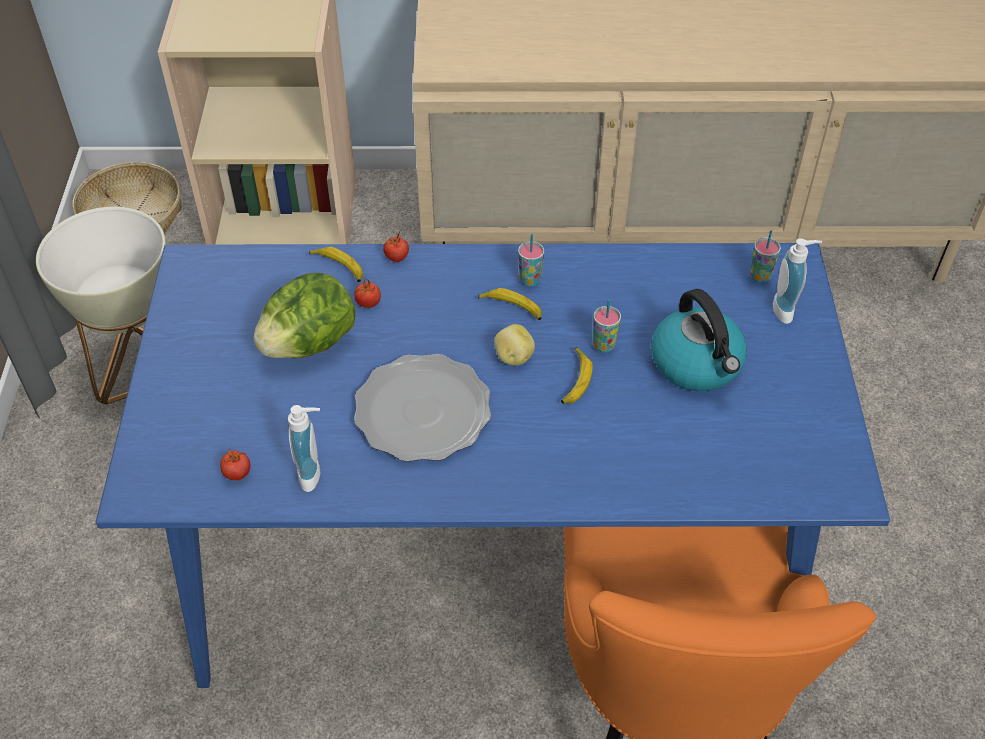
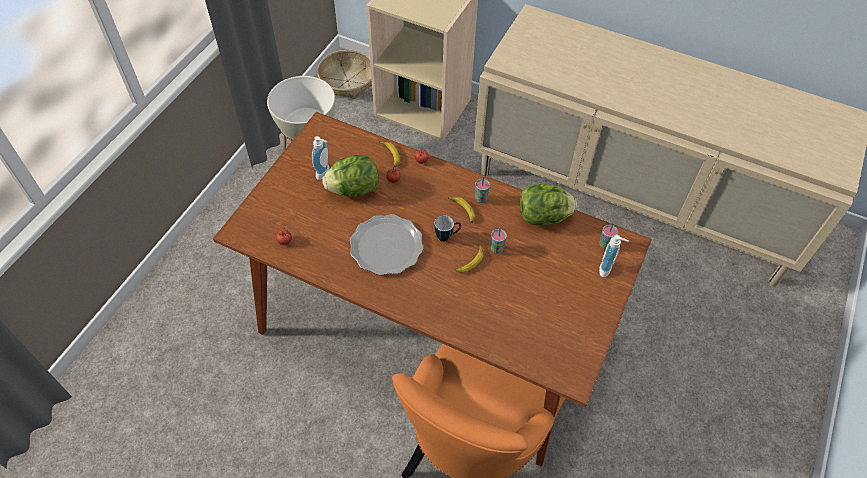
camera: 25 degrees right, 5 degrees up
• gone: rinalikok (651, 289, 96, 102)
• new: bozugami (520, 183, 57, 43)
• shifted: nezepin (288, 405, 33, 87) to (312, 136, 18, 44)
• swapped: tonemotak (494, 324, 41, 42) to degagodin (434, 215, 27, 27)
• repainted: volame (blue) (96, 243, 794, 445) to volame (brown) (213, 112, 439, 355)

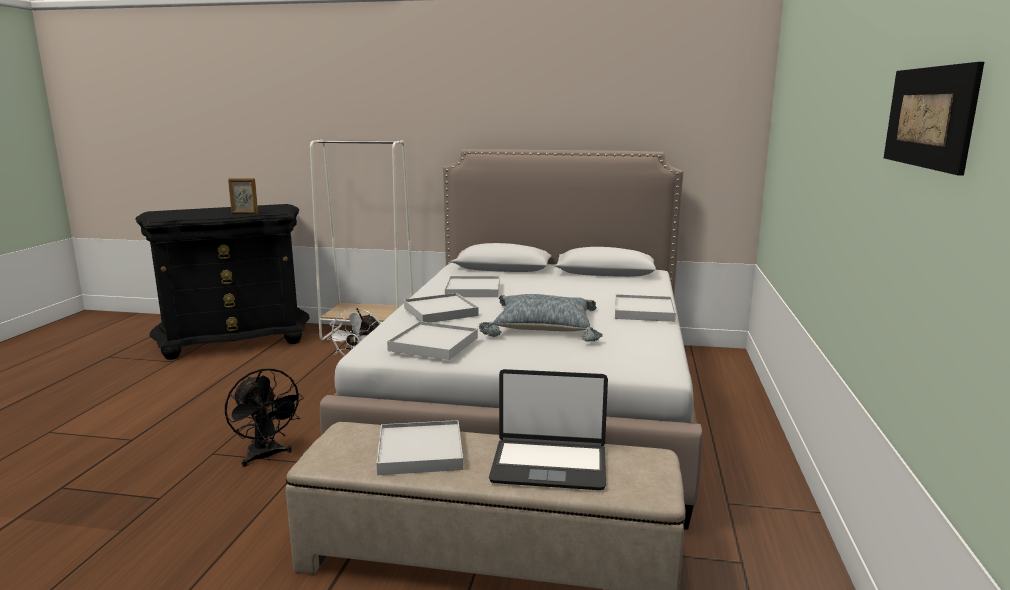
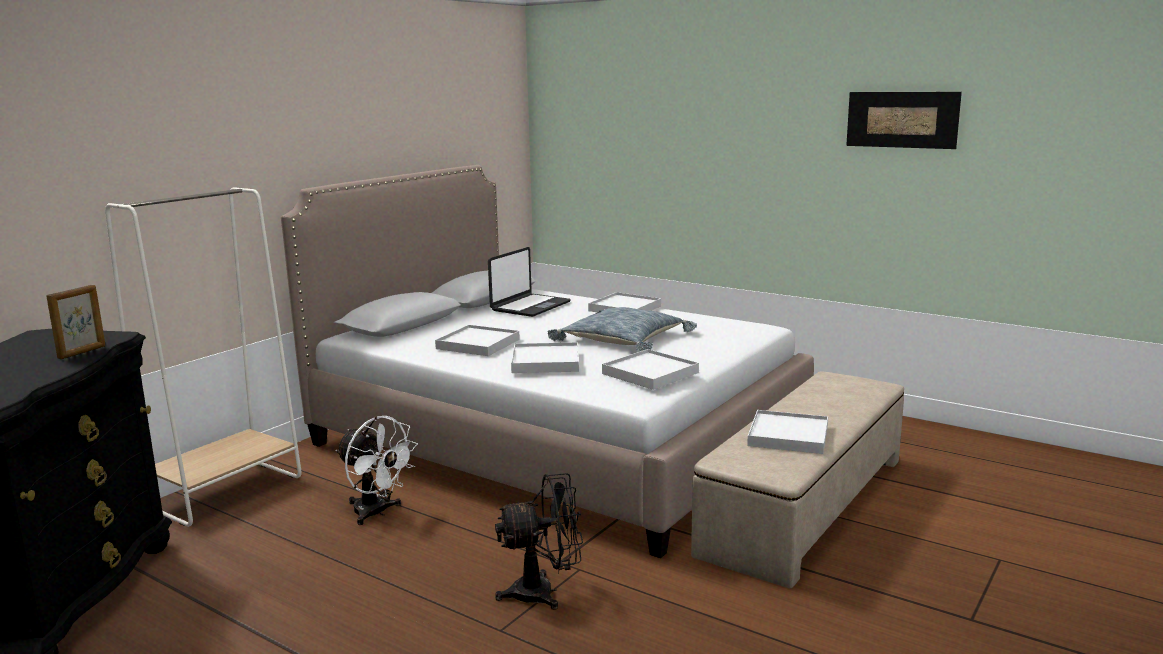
camera: 65 degrees left, 0 degrees up
• shifted: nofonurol (489, 369, 119, 121) to (488, 247, 83, 70)

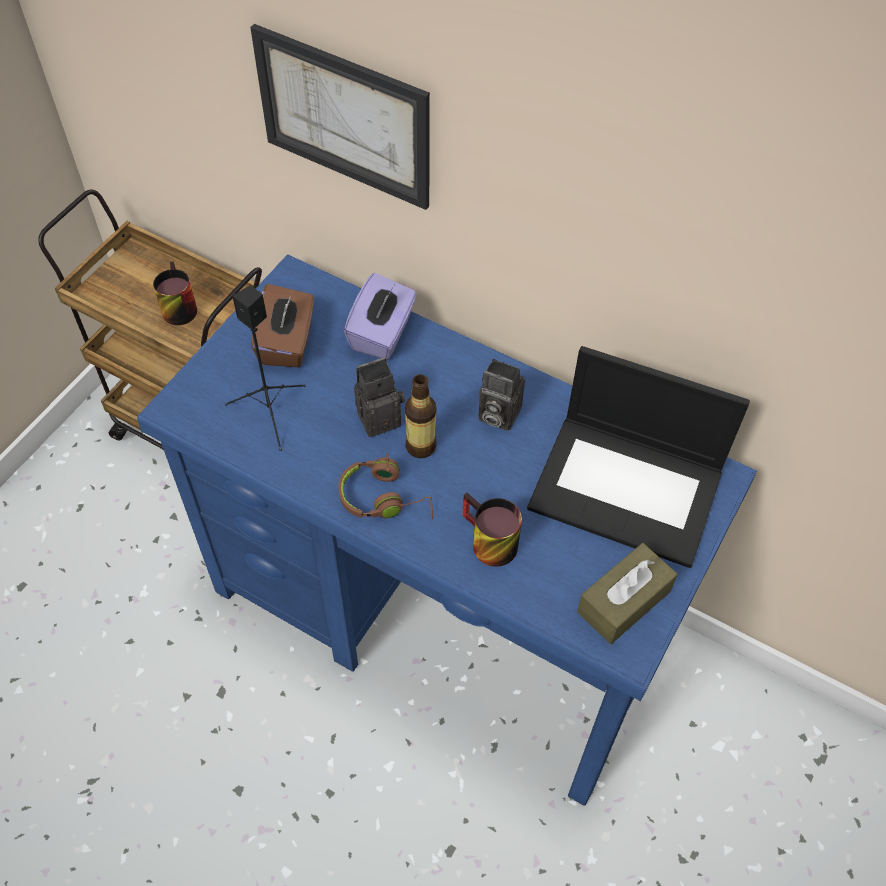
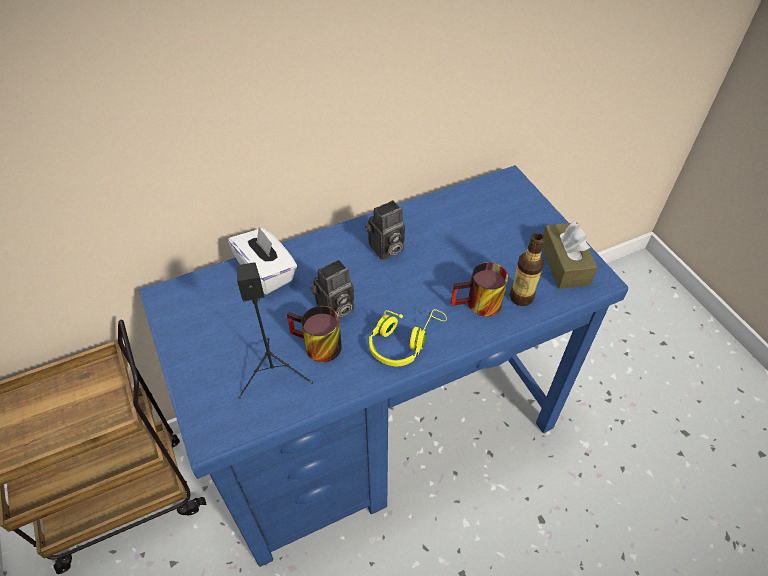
camera: 55 degrees left, 5 degrees down
• gone: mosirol (250, 24, 180, 186)
• gone: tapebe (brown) (251, 284, 63, 83)
• gone: nofonurol (527, 346, 223, 222)
• shifted: degagodin (153, 261, 44, 64) to (287, 306, 55, 56)
• shifted: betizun (405, 374, 32, 84) to (509, 233, 35, 73)
• repainted: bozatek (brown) (339, 453, 94, 66) to bozatek (yellow) (369, 309, 78, 57)
• repainted: tapebe (purple) (344, 273, 73, 87) to tapebe (white) (228, 226, 69, 69)
• rotated: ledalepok (354, 357, 51, 80) = (310, 259, 44, 59) 135 degrees counterclockwise

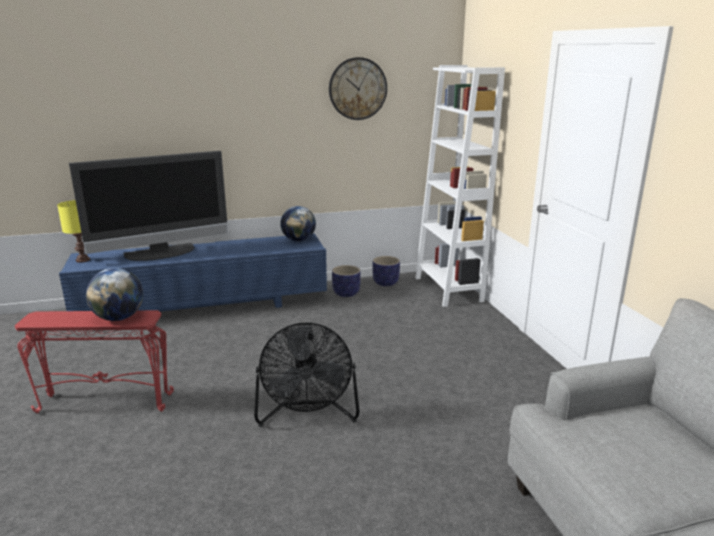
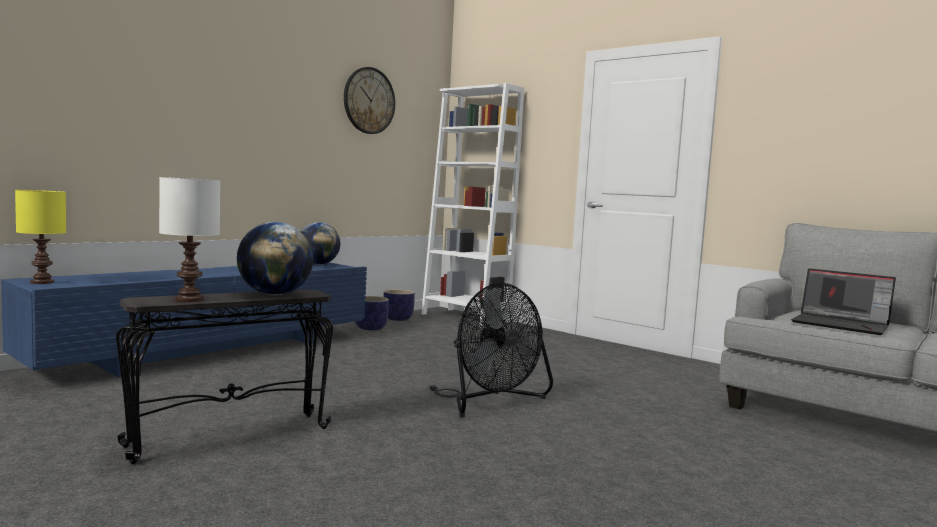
camera: 35 degrees left, 15 degrees down
• gone: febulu (69, 151, 159, 110)
• new: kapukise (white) (159, 177, 61, 125)
• new: nofonurol (791, 268, 105, 67)
• repainted: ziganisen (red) (15, 310, 159, 103) to ziganisen (black) (116, 289, 217, 175)

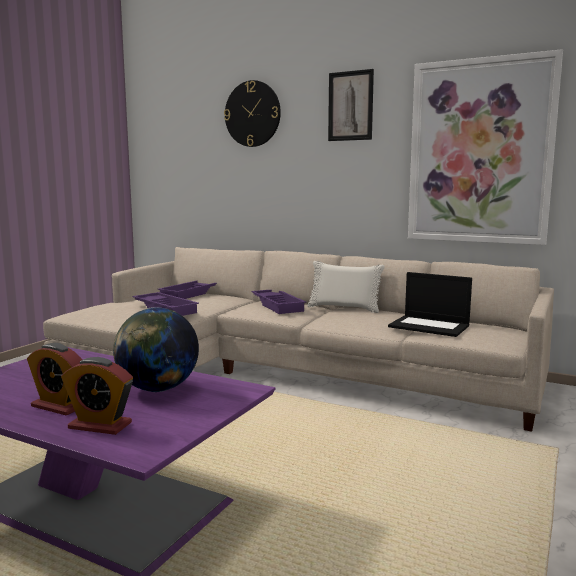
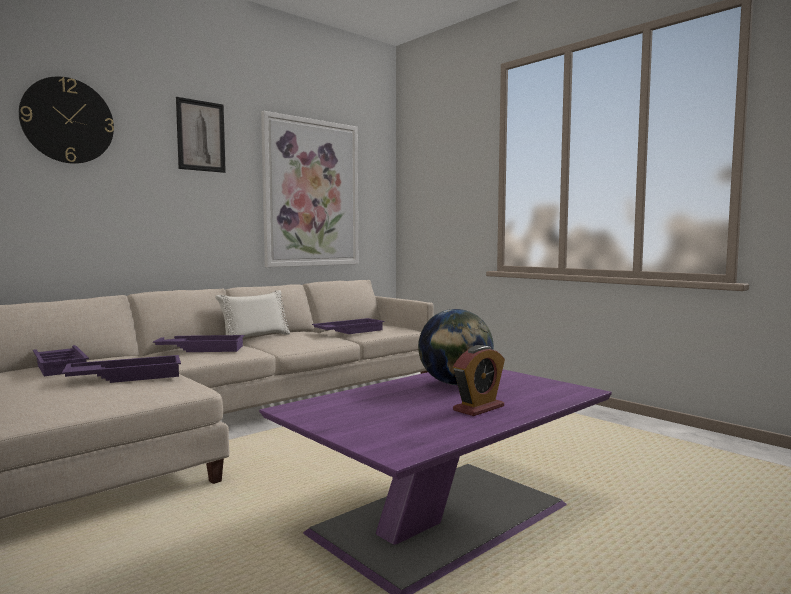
camera: 70 degrees left, 5 degrees down
• gone: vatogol (61, 357, 72, 78)
• swapped: nofonurol (388, 272, 84, 65) to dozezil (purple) (312, 318, 72, 16)

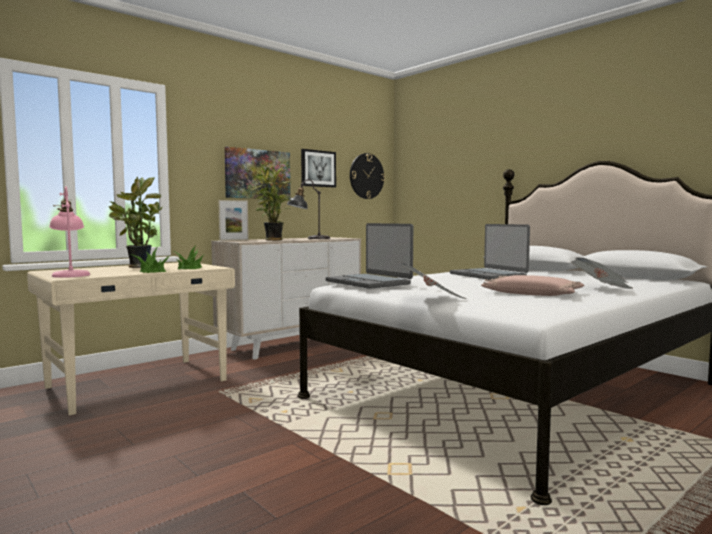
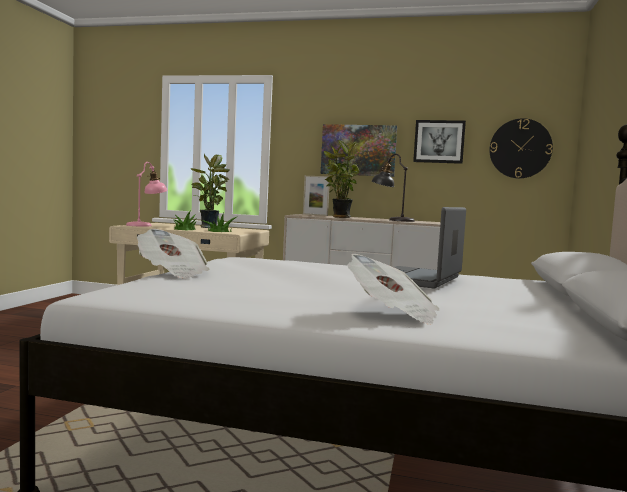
camera: 55 degrees right, 0 degrees up
• gone: nofonurol (326, 223, 87, 66)
• gone: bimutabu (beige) (481, 275, 103, 21)

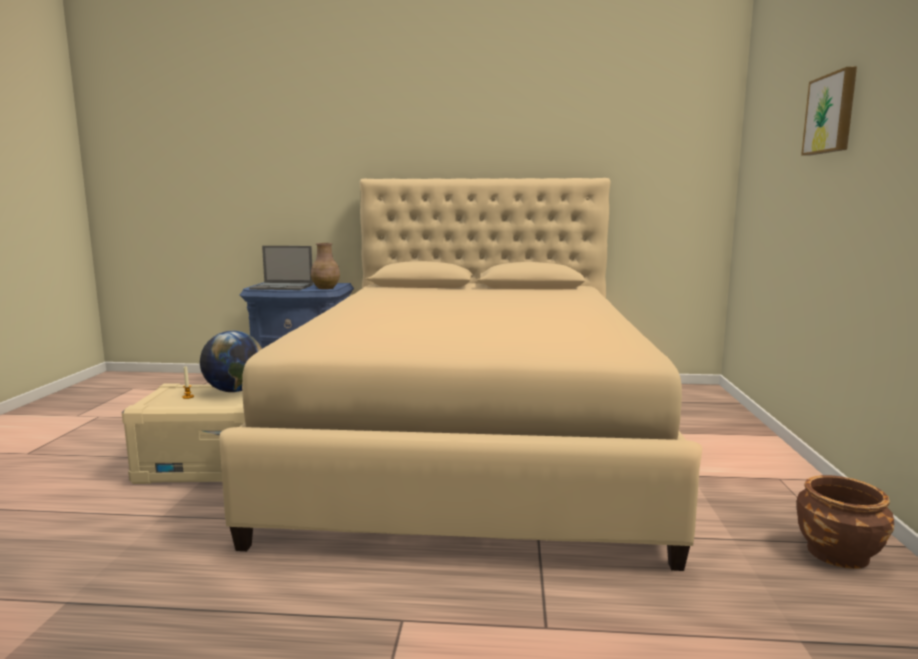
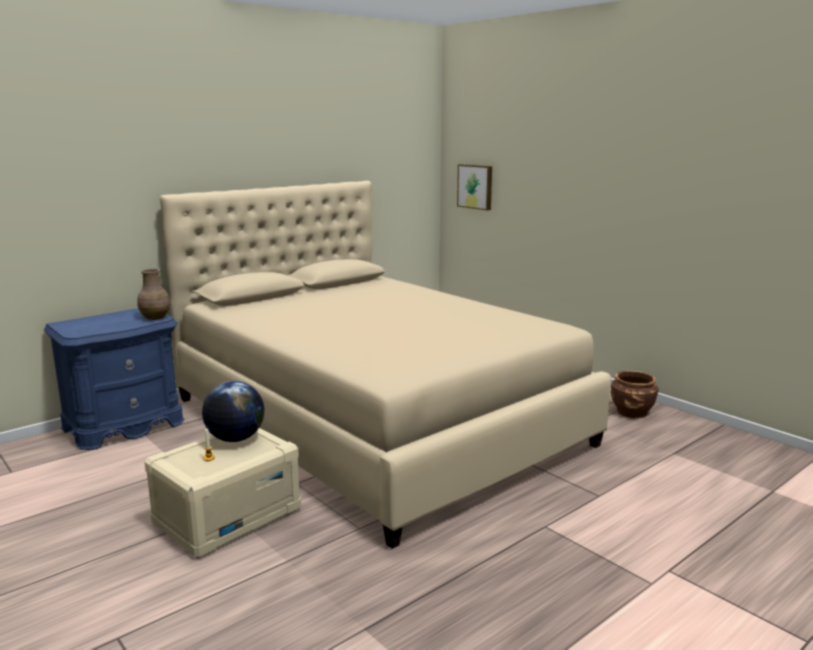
camera: 45 degrees left, 5 degrees up
• gone: nofonurol (249, 246, 64, 44)
• shifted: mosirol (801, 67, 56, 89) to (457, 164, 35, 46)

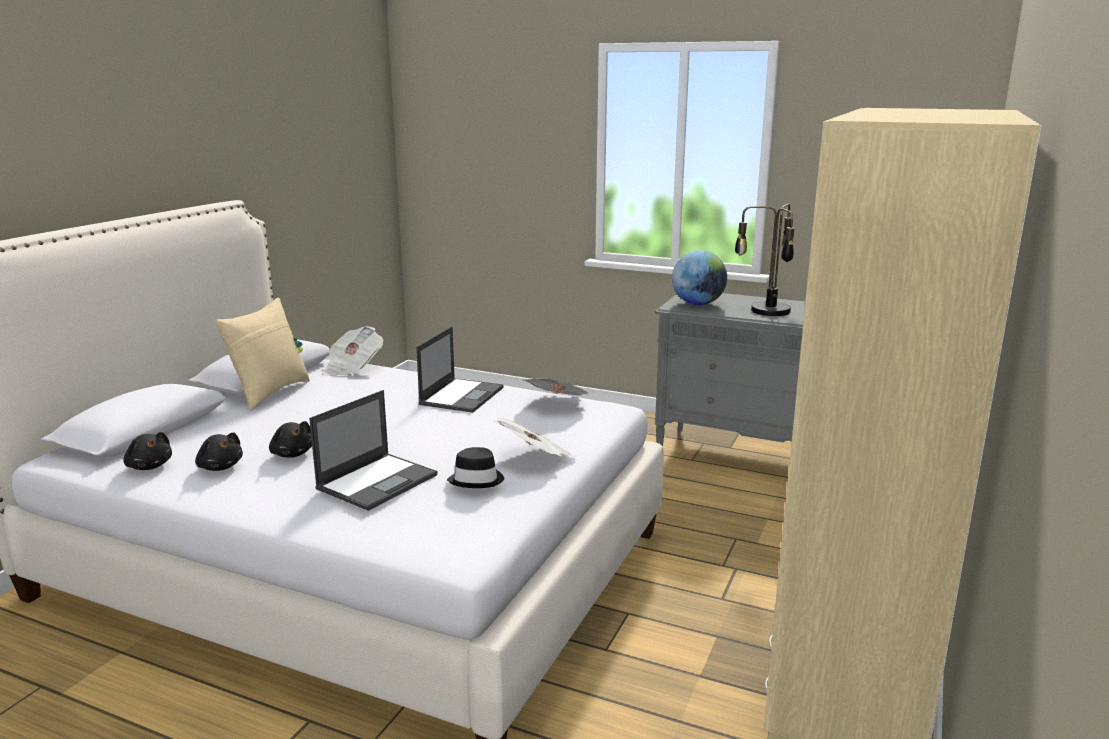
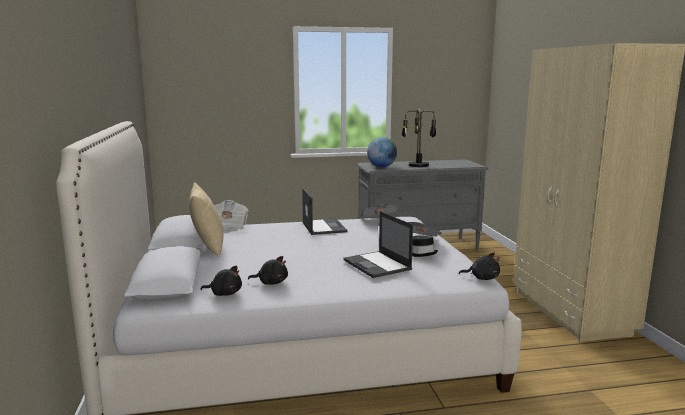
camera: 35 degrees left, 5 degrees down
• shifted: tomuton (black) (269, 421, 43, 37) to (459, 253, 41, 27)
• rotated: nofonurol (309, 390, 129, 121) = (344, 211, 69, 67) 150 degrees clockwise

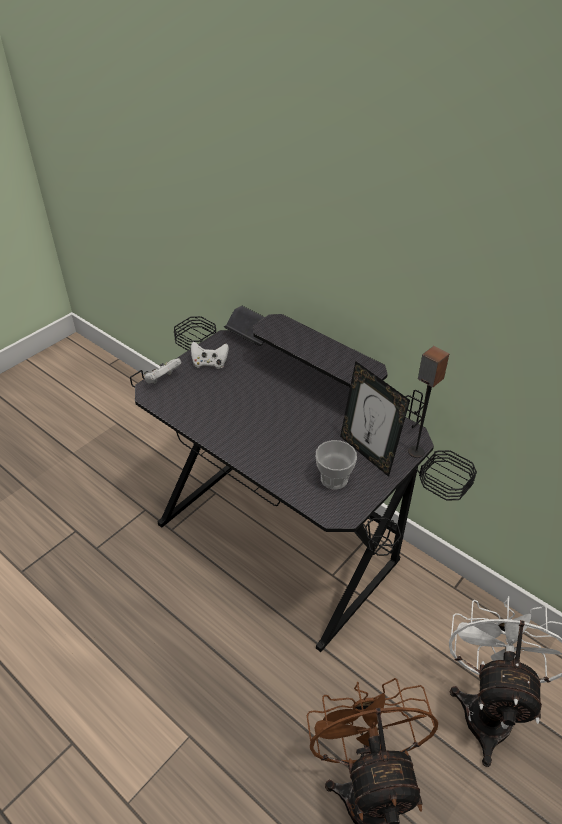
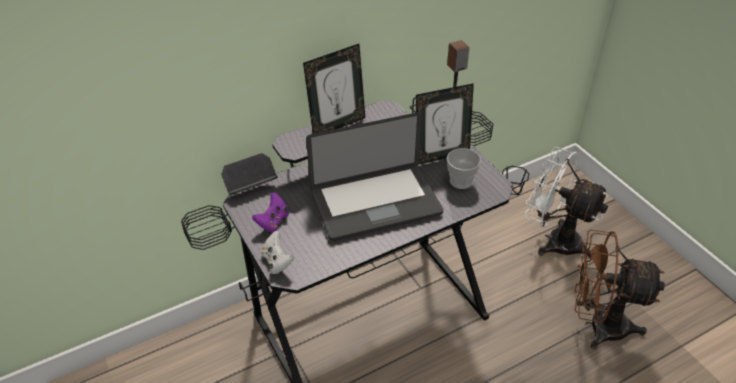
camera: 70 degrees left, 0 degrees up
• new: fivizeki (303, 44, 62, 90)
• new: nofonurol (306, 112, 137, 129)
• repainted: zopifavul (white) (191, 341, 38, 28) to zopifavul (purple) (252, 192, 37, 41)

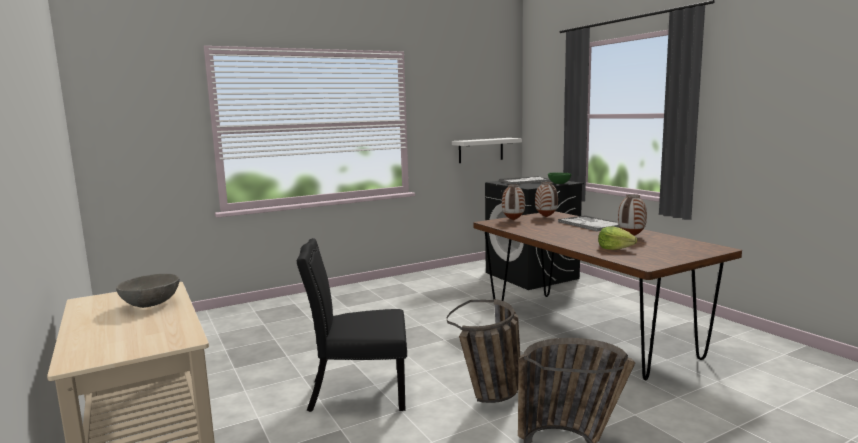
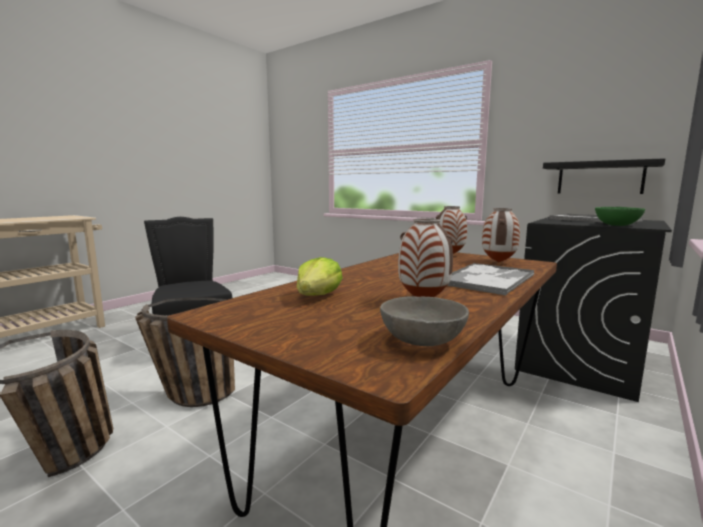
camera: 65 degrees right, 0 degrees up
• shifted: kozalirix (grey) (116, 274, 64, 34) to (380, 297, 89, 49)
• repainted: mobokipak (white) (452, 138, 70, 25) to mobokipak (black) (543, 158, 122, 36)

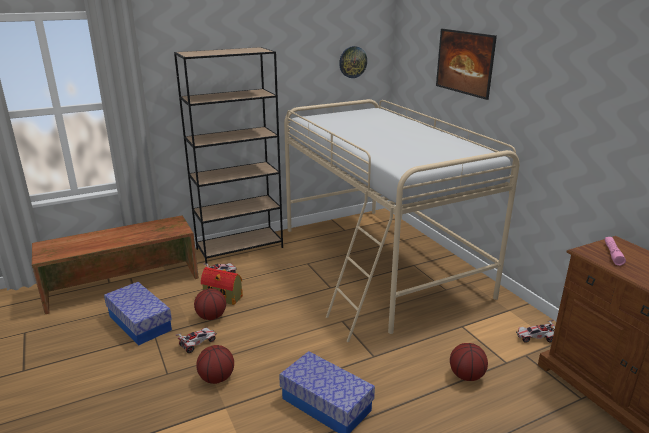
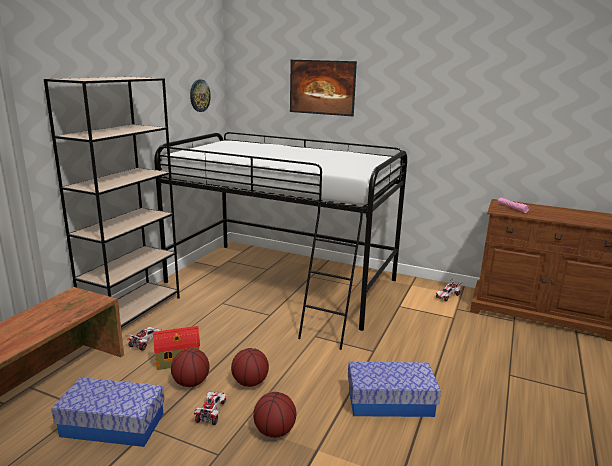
camera: 40 degrees left, 5 degrees down
• shifted: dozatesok (450, 343, 38, 38) to (231, 348, 38, 39)
• repainted: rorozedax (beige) (284, 99, 235, 243) to rorozedax (black) (154, 132, 253, 218)

